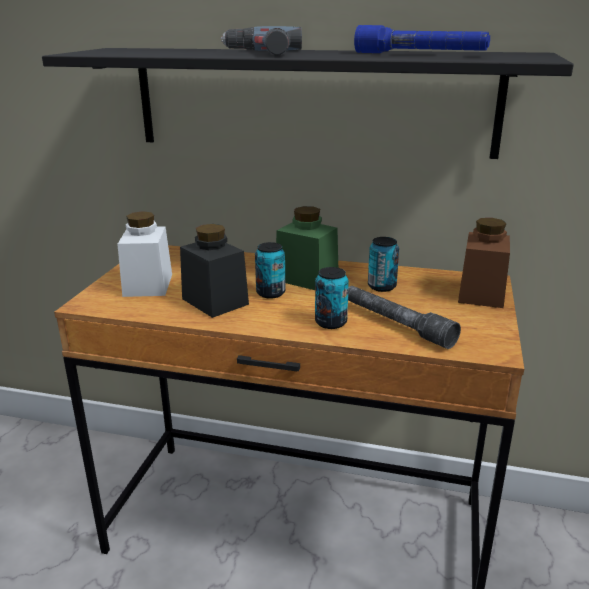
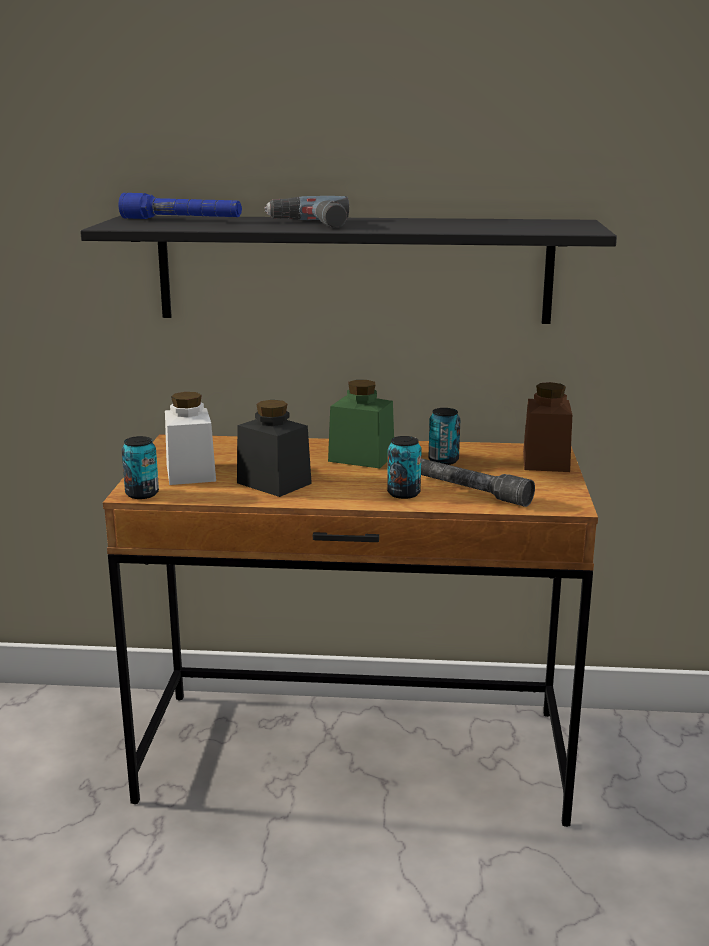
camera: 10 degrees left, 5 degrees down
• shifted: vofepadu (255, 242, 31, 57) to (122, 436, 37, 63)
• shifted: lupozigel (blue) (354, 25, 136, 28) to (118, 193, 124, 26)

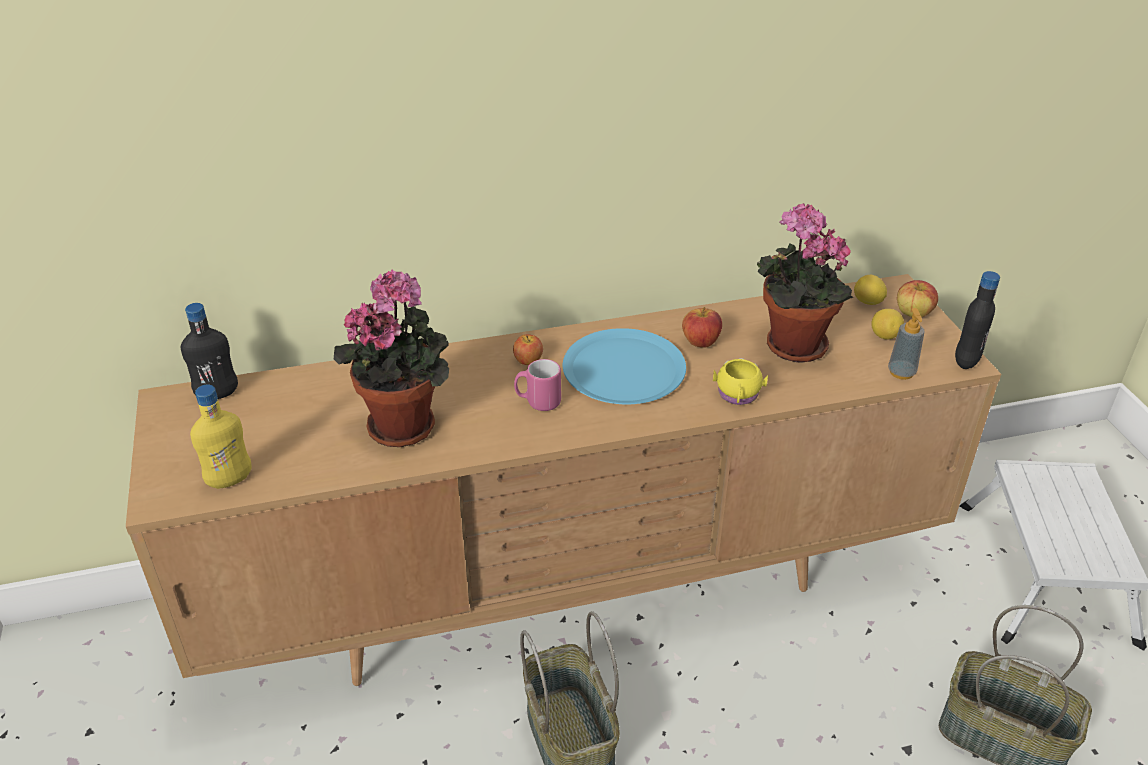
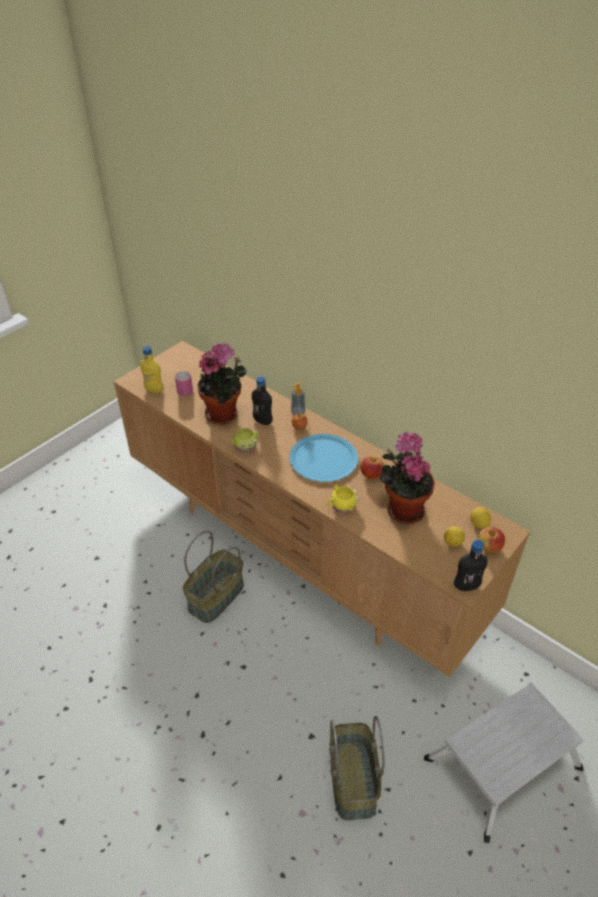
camera: 55 degrees right, 5 degrees up
• new: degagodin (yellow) (231, 426, 28, 27)
• shifted: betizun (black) (181, 303, 57, 96) to (252, 376, 21, 49)
• shifted: degagodin (pink) (514, 359, 47, 52) to (175, 371, 18, 25)
• shifted: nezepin (888, 308, 36, 72) to (291, 382, 14, 34)

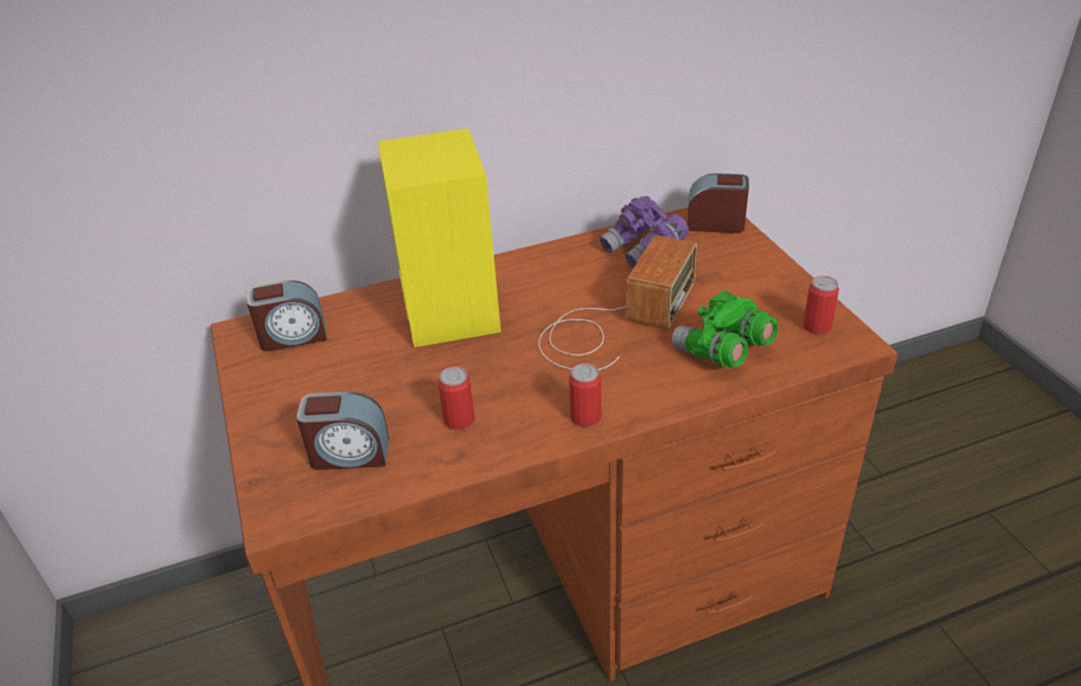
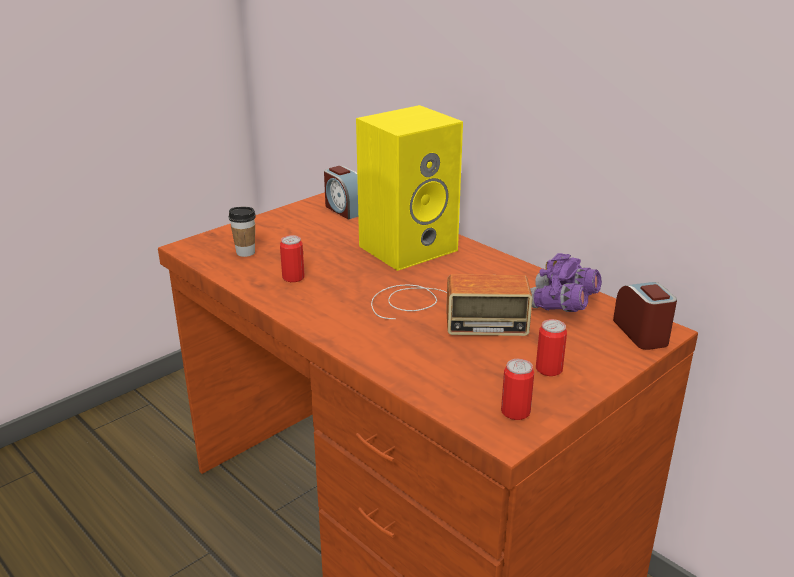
camera: 65 degrees right, 10 degrees down
• gone: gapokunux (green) (672, 290, 106, 78)
• shifted: vofepadu (569, 363, 32, 64) to (536, 319, 31, 57)
• swapped: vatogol (296, 391, 93, 79) to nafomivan (229, 207, 27, 50)

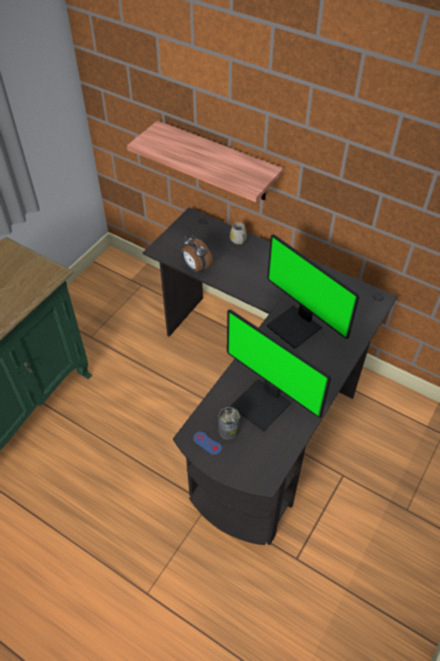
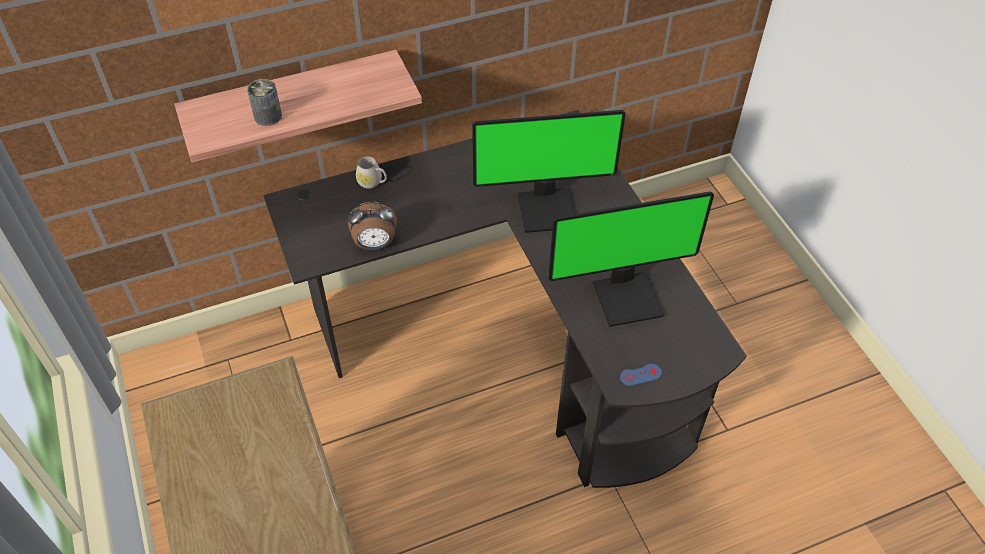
camera: 55 degrees left, 0 degrees up
• shifted: vofepadu (218, 407, 22, 33) to (247, 79, 35, 47)

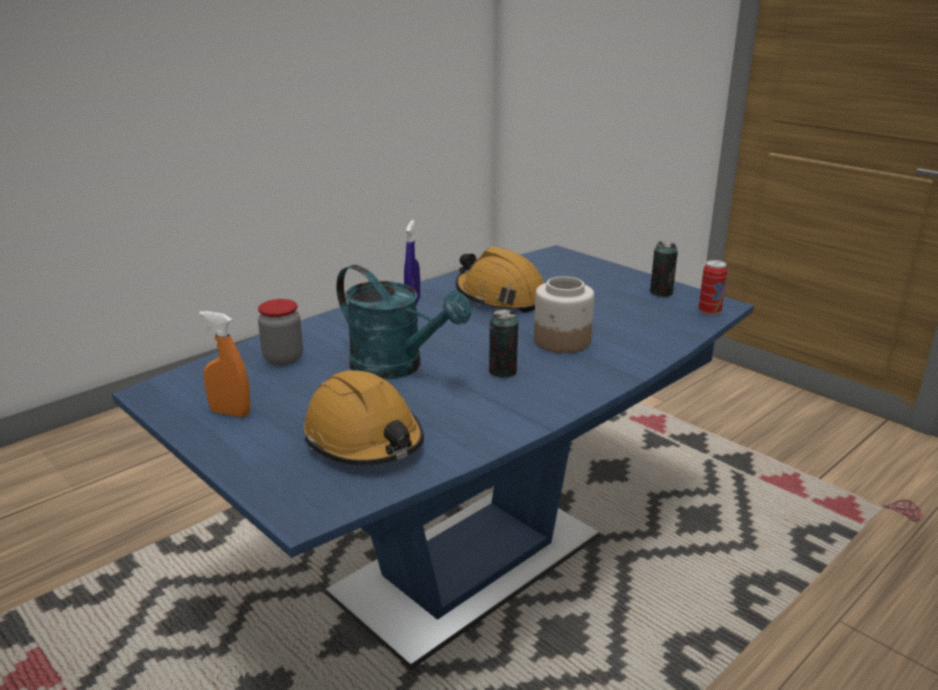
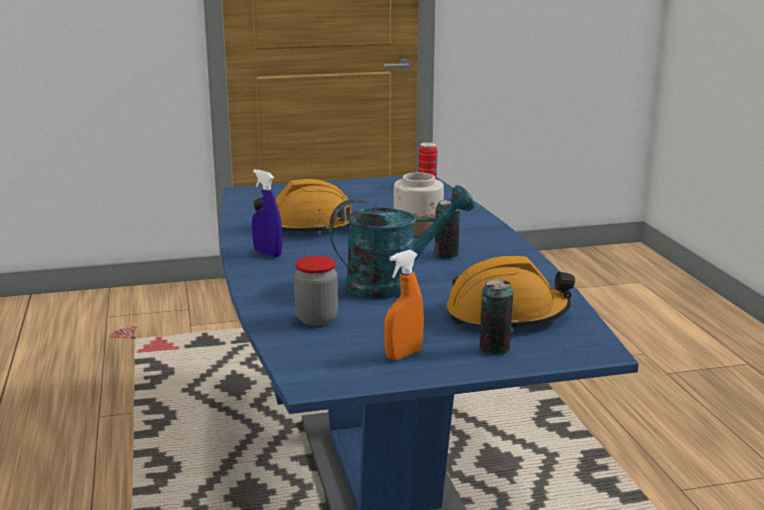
camera: 60 degrees left, 5 degrees down
• shifted: vofepadu (650, 241, 28, 56) to (479, 279, 34, 75)

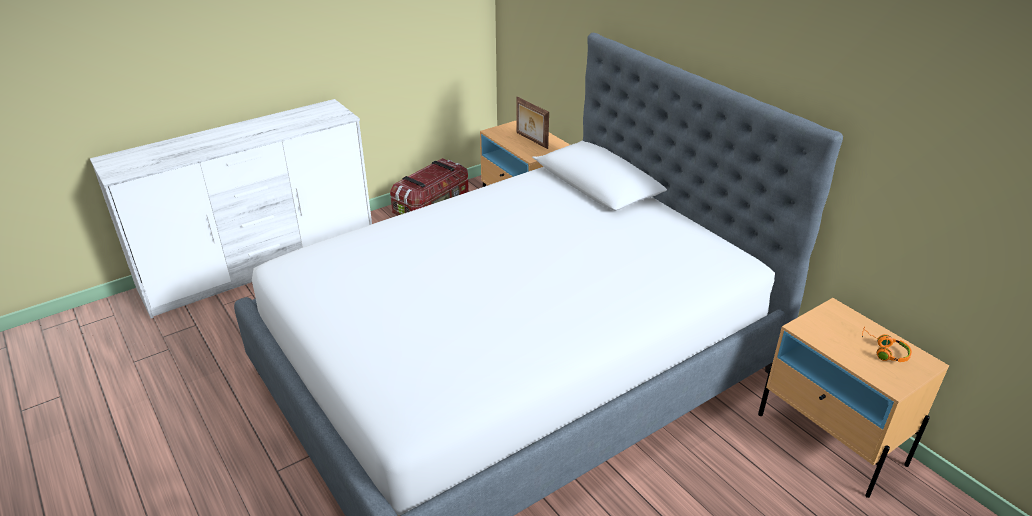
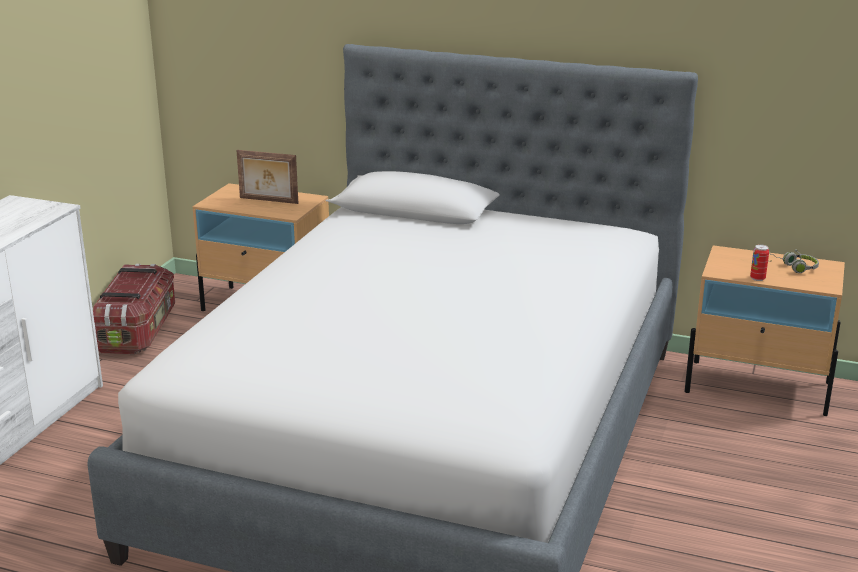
camera: 35 degrees left, 10 degrees down
• new: vofepadu (750, 244, 19, 37)
• repainted: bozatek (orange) (862, 327, 50, 35) to bozatek (grey) (768, 249, 51, 24)

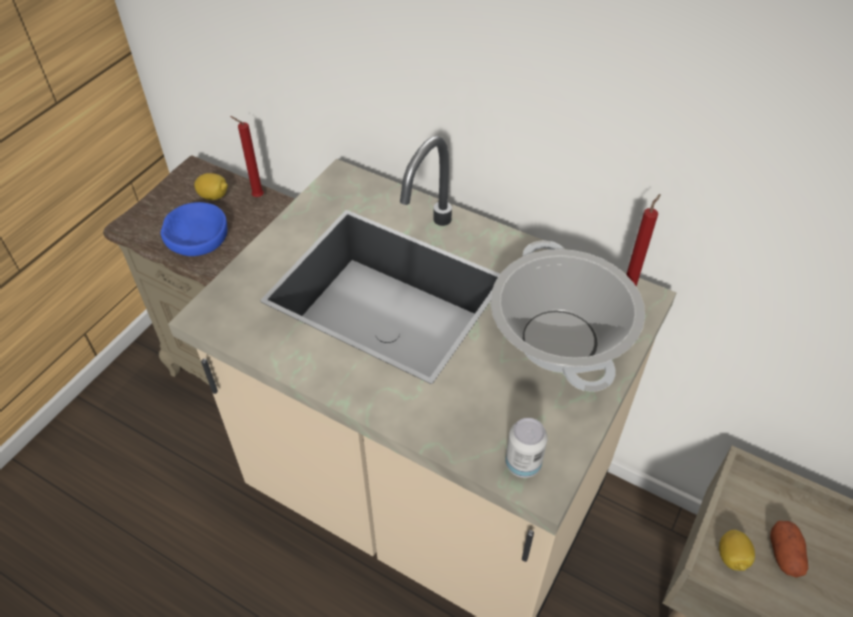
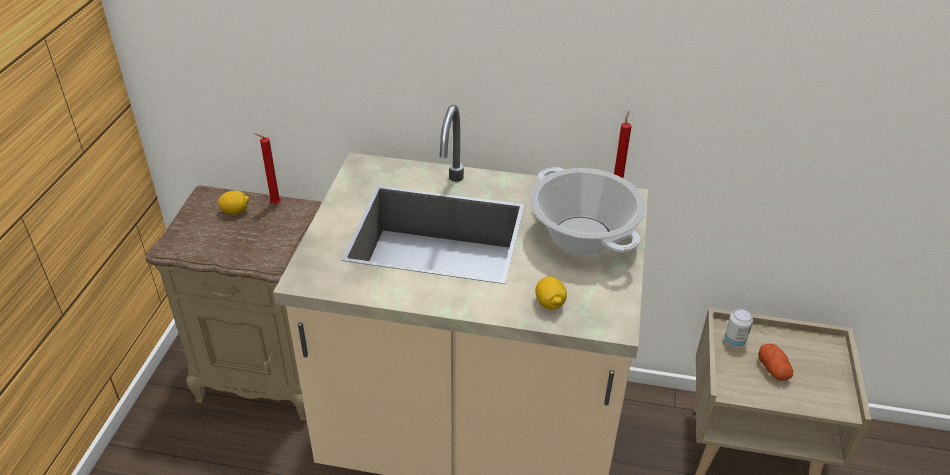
camera: 20 degrees left, 10 degrees down
• gone: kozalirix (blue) (161, 202, 66, 54)
• shifted: vofepadu (505, 418, 43, 60) to (724, 308, 29, 39)
• shifted: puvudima (719, 530, 36, 41) to (535, 276, 32, 34)

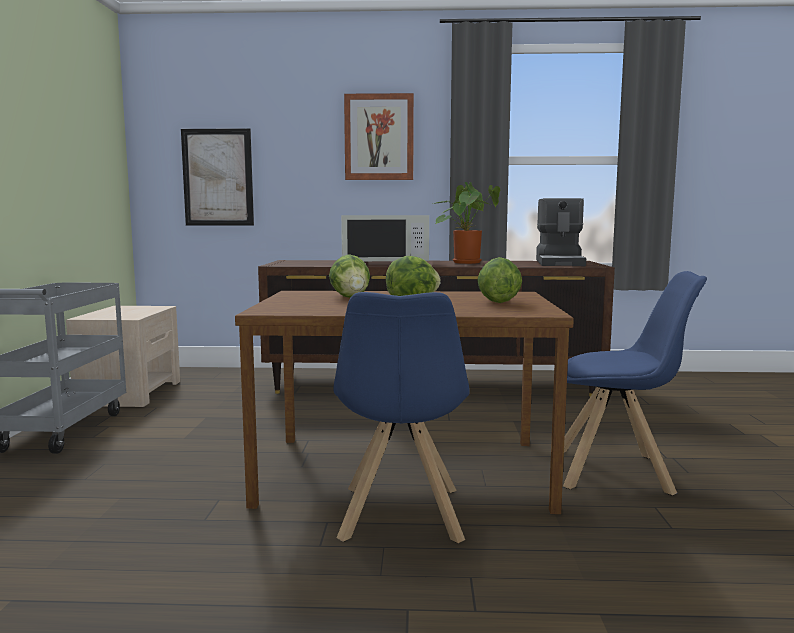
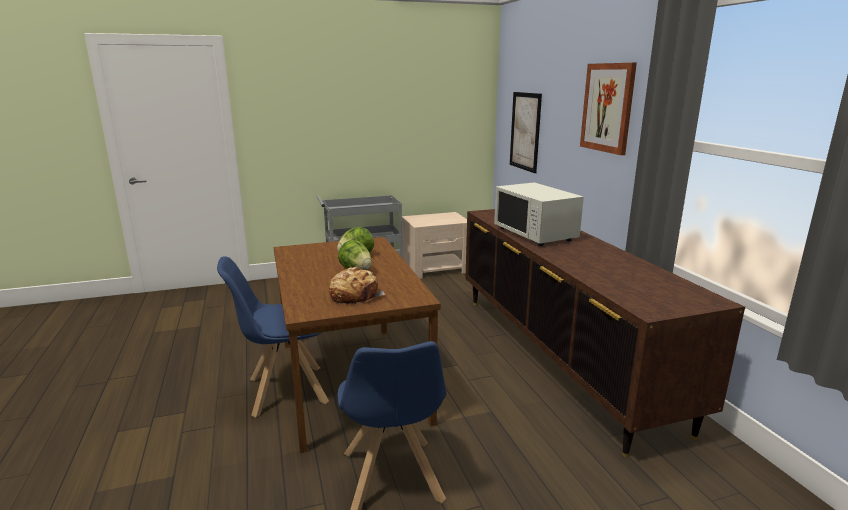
camera: 70 degrees right, 10 degrees up
• gone: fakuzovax (434, 182, 66, 82)
• gone: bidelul (536, 198, 50, 68)
• swapped: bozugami (477, 257, 45, 46) to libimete (329, 267, 56, 38)

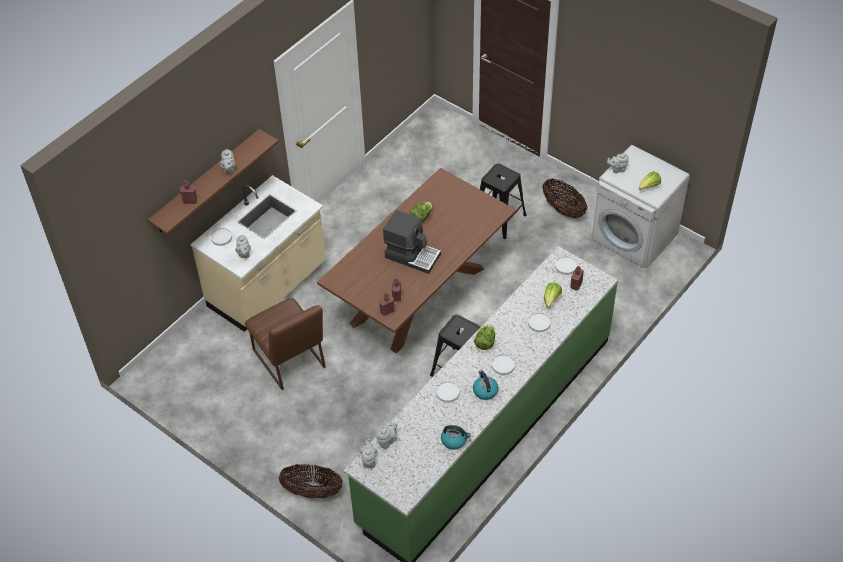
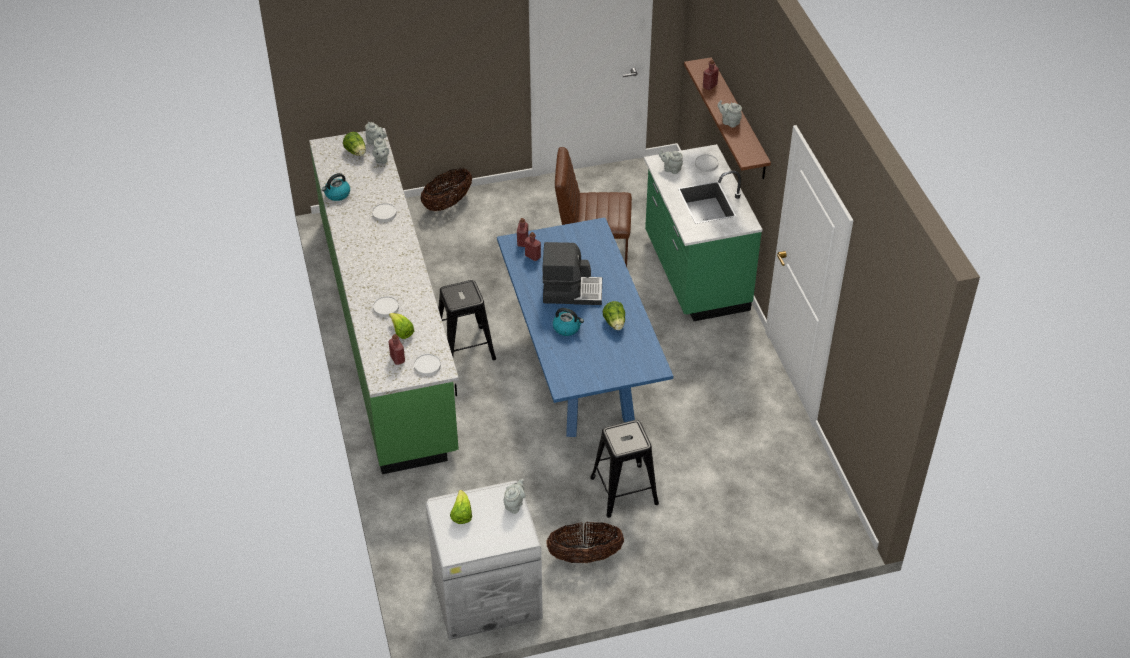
camera: 125 degrees right, 5 degrees down
• gone: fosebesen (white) (492, 354, 23, 21)
• shifted: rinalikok (473, 370, 25, 30) to (553, 308, 31, 28)
• shifted: bozugami (474, 324, 21, 26) to (343, 132, 23, 24)
• repainted: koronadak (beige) (190, 175, 136, 157) to koronadak (green) (644, 144, 119, 177)
• repainted: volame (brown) (317, 168, 199, 186) to volame (blue) (497, 217, 176, 220)
• rotated: bidelul (383, 210, 58, 64) = (542, 242, 60, 63) 150 degrees counterclockwise

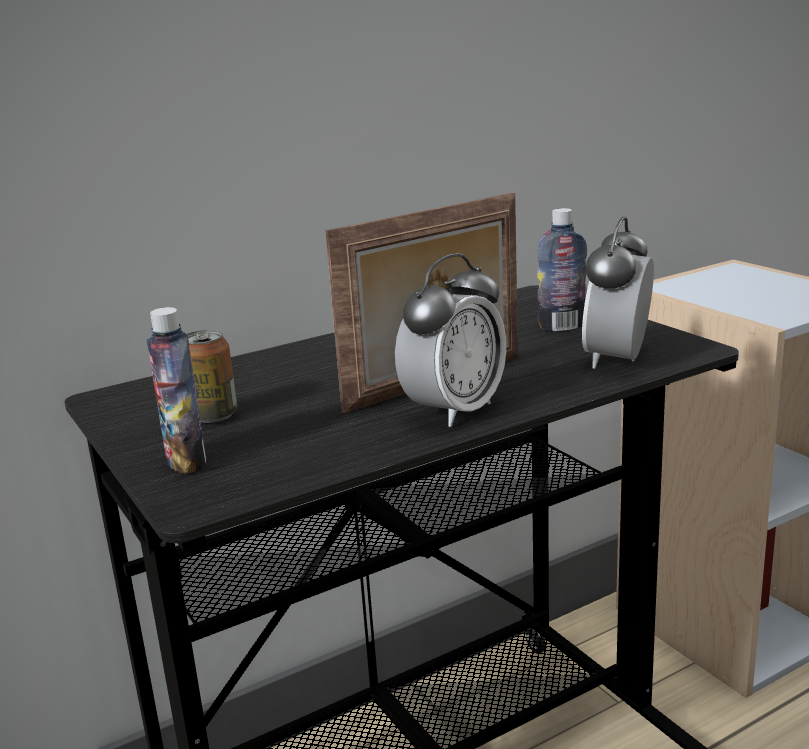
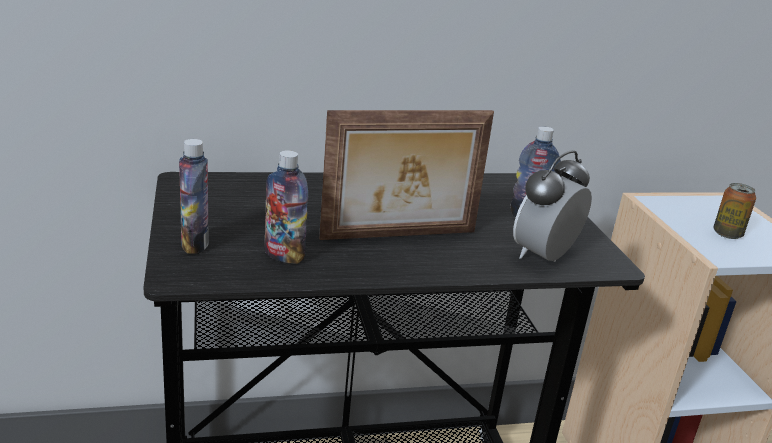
camera: 15 degrees right, 5 degrees up
• gone: vatogol (395, 253, 111, 174)
• new: betizun (265, 150, 43, 114)
• shifted: vofepadu (187, 330, 50, 93) to (713, 183, 43, 56)

